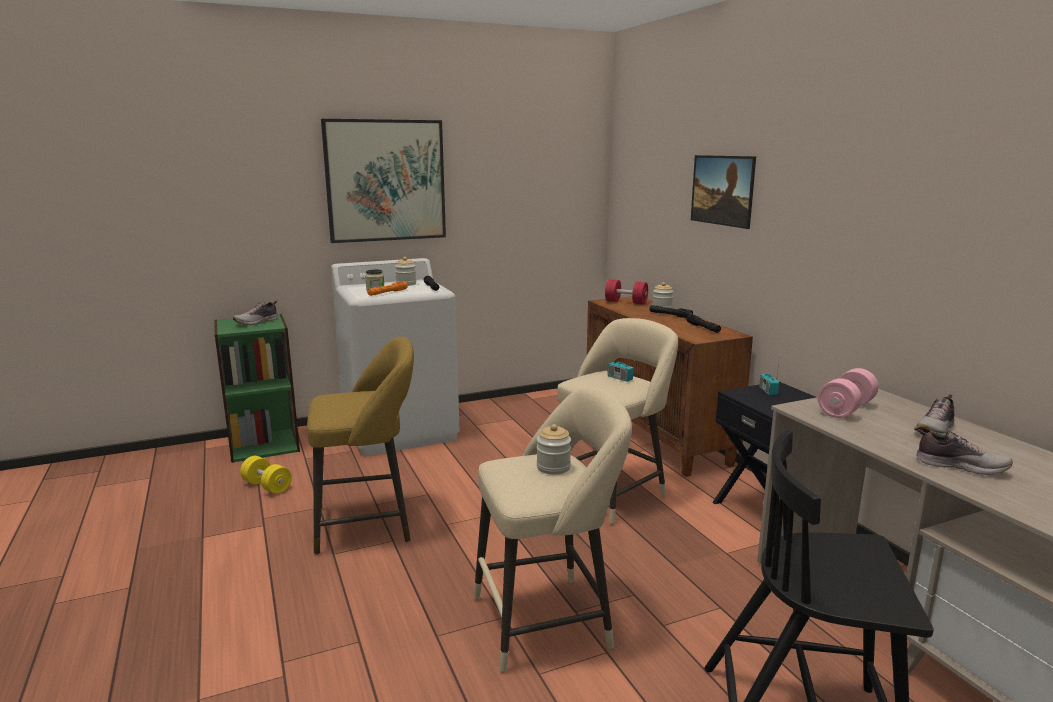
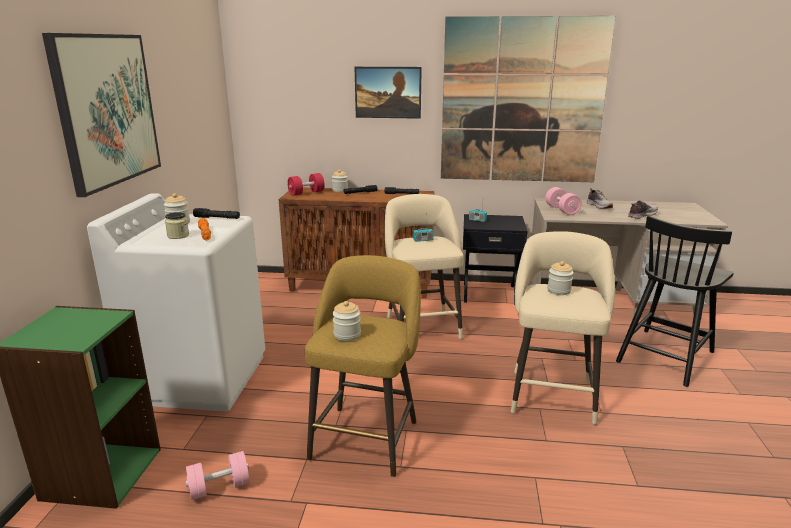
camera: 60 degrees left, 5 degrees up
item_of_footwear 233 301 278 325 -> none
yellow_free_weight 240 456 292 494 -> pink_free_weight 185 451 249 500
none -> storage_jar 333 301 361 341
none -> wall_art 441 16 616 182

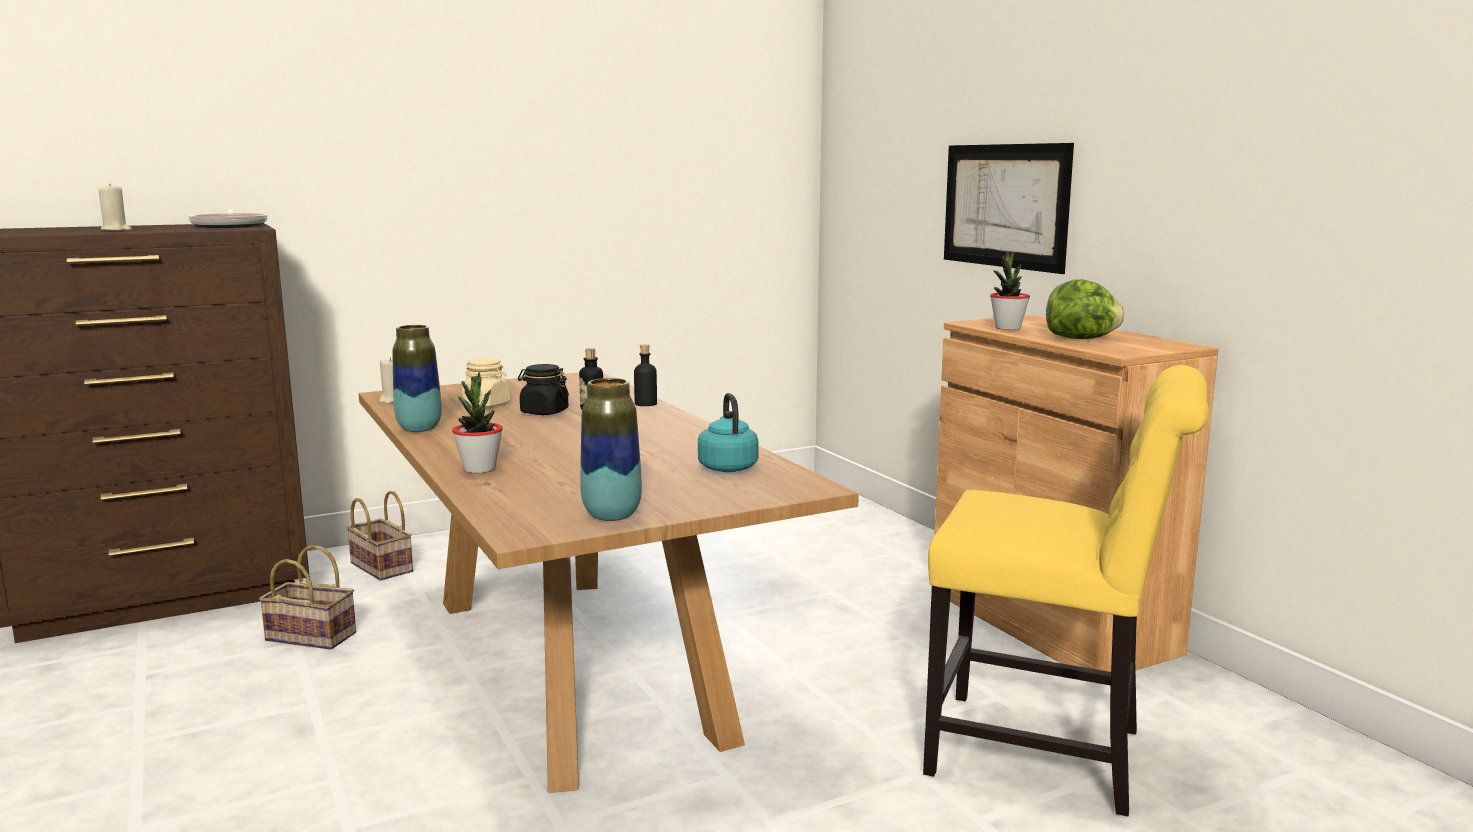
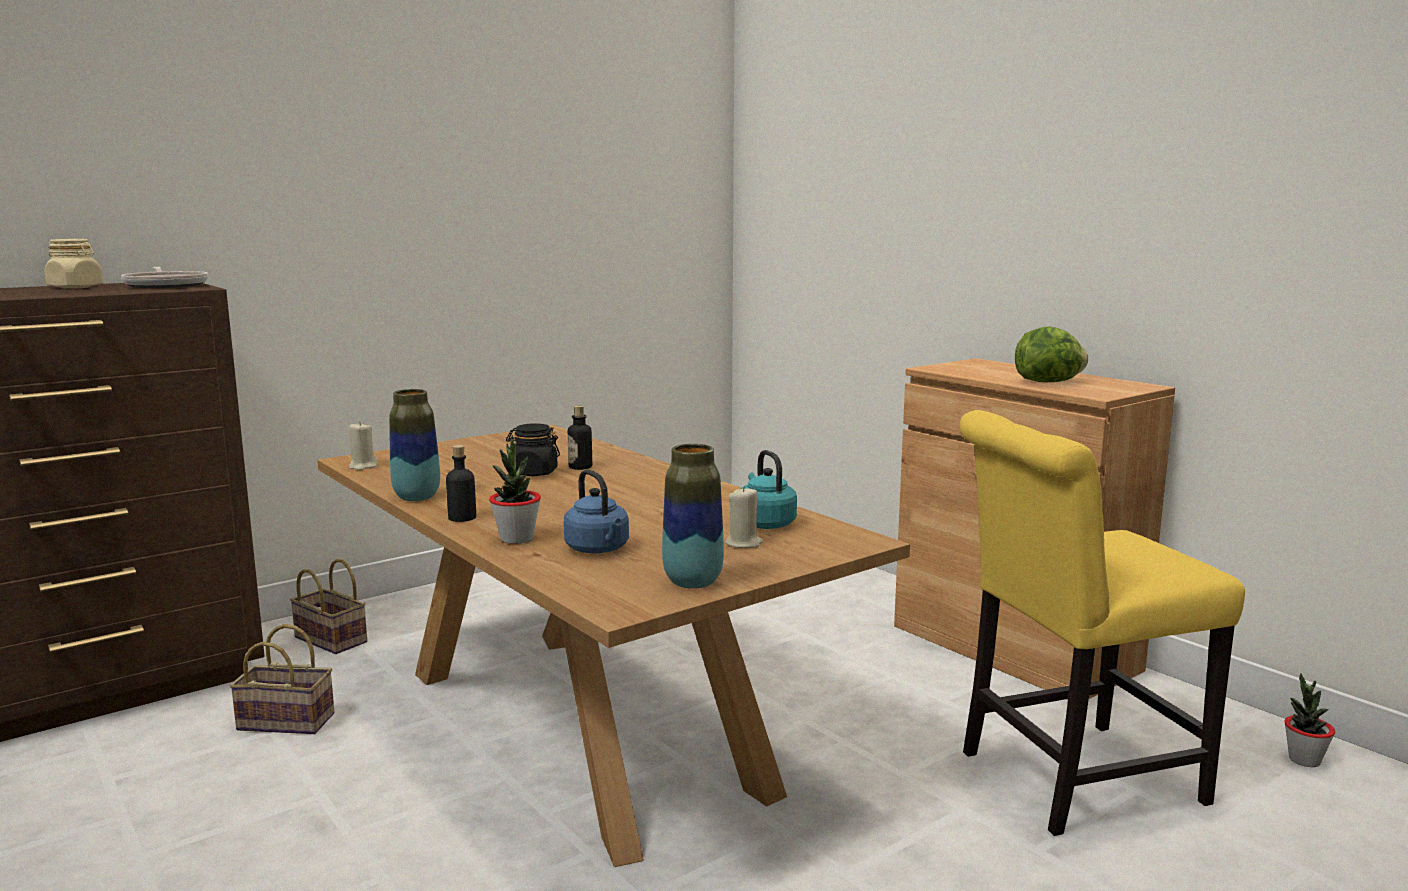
camera: 10 degrees left, 0 degrees up
sand-coloured_wax_candle 99 184 132 231 -> sand-coloured_wax_candle 725 486 763 548, shifted
sand-coloured_storage_jar 462 358 511 407 -> sand-coloured_storage_jar 44 239 103 289, shifted
blackish_beverage_bottle 634 344 657 406 -> blackish_beverage_bottle 446 445 476 522, shifted
yellow_chair 923 365 1209 817 -> yellow_chair 959 410 1245 836, 150 degrees clockwise
wall_art 944 143 1074 274 -> none
plant_in_a_pot 990 251 1030 330 -> plant_in_a_pot 1284 673 1335 767, shifted
none -> blue-coloured_kettle 564 469 629 553

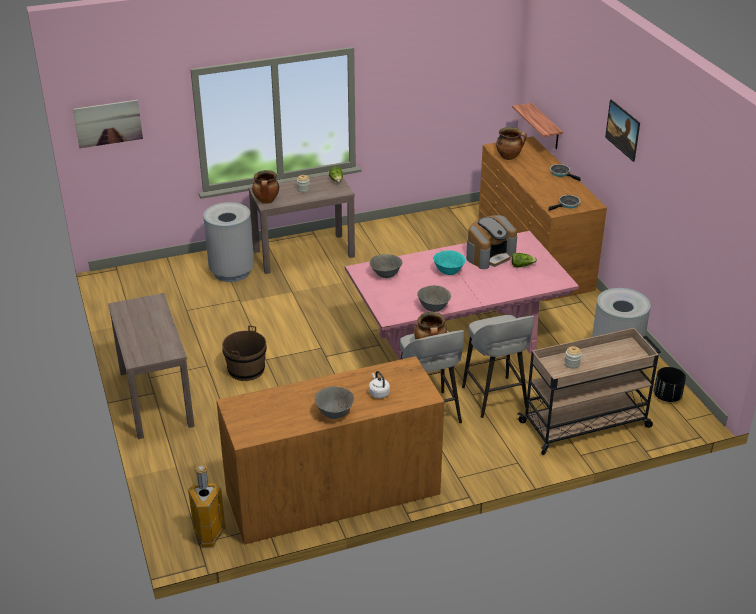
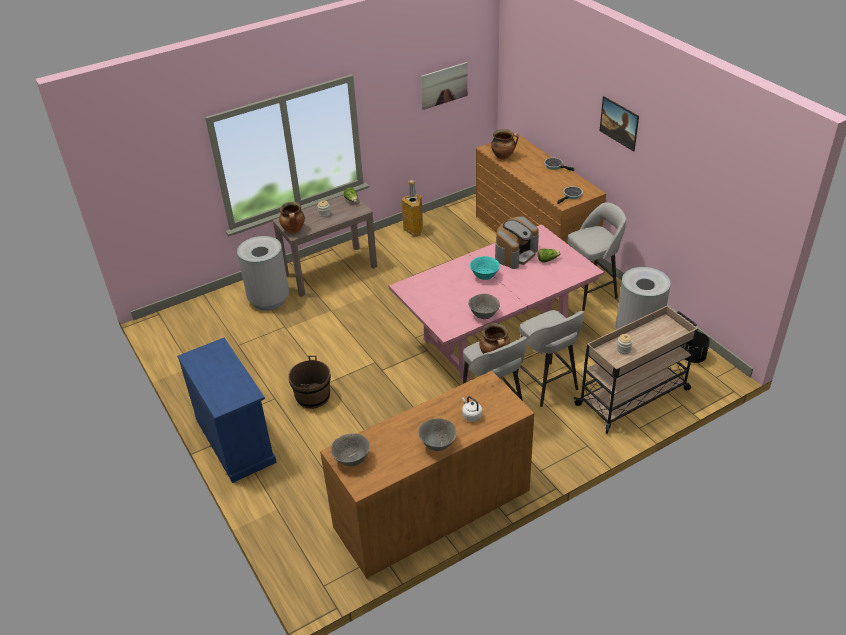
camera: 10 degrees left, 5 degrees up
wall_art 73 100 143 148 -> wall_art 421 62 468 110, shifted
brown_console_table 108 293 195 439 -> blue-coloured_cabinet 177 338 277 483
trash_can 188 465 225 547 -> trash_can 402 180 423 237, shifted
gray_bowl 370 254 402 278 -> gray_bowl 331 434 370 466, shifted
shelf 512 103 563 149 -> none
none -> gray_sitting_stool 567 202 626 311

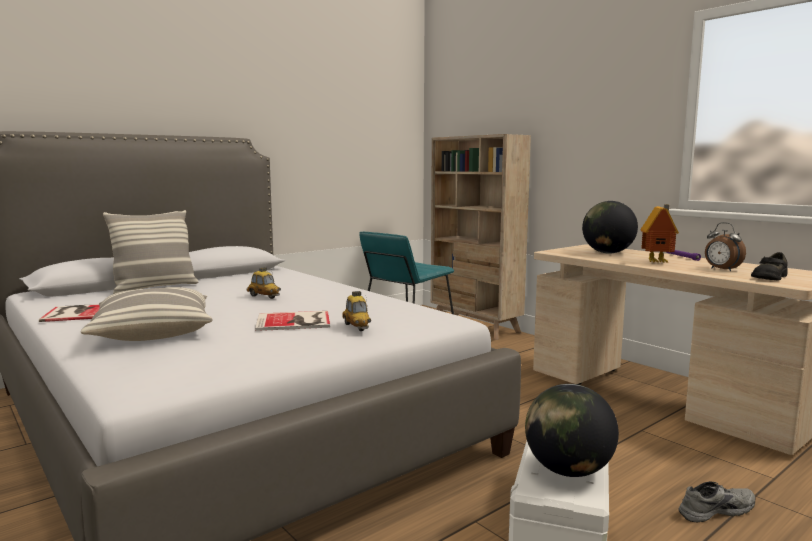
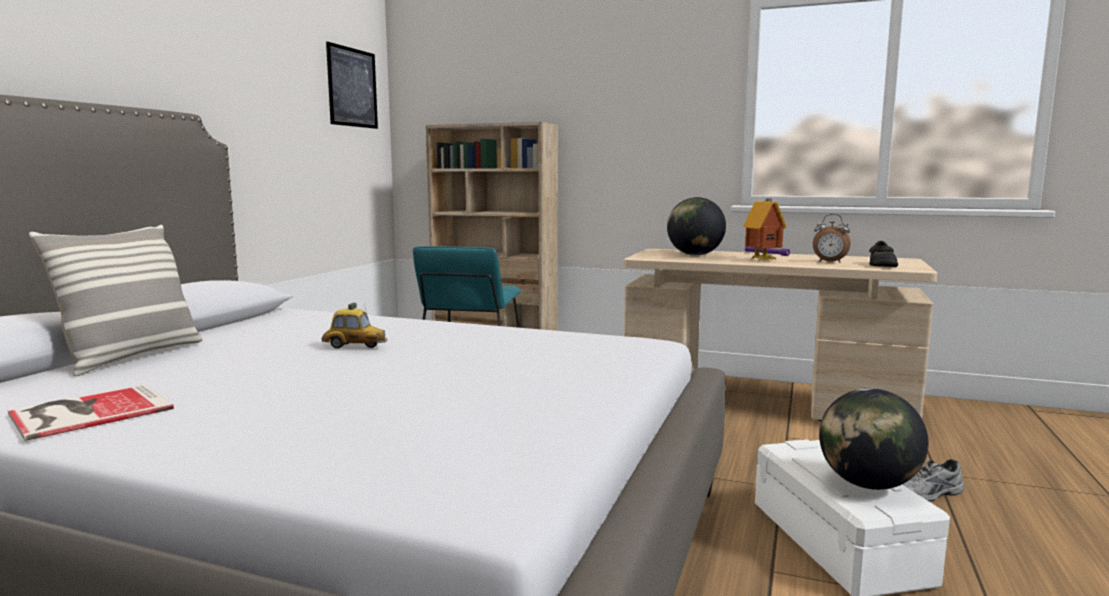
camera: 30 degrees left, 0 degrees up
pillow 81 287 213 341 -> none
book 255 311 330 331 -> none
toy_car 342 291 371 331 -> none
gray_item_of_footwear 679 481 755 522 -> gray_item_of_footwear 902 459 964 501, 150 degrees counterclockwise
none -> wall_art 326 42 378 129

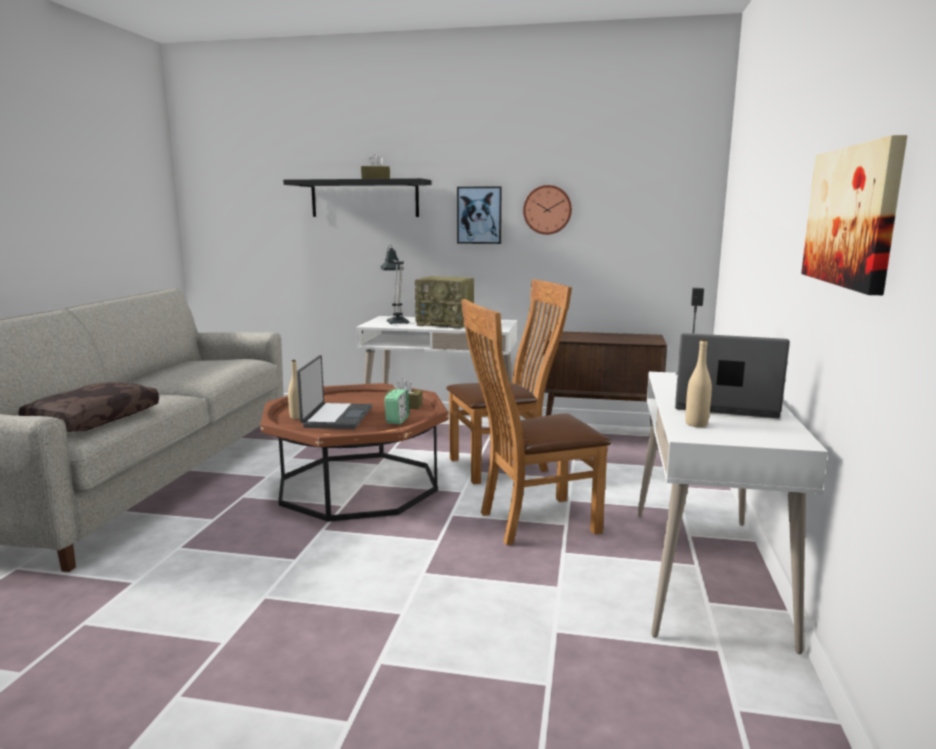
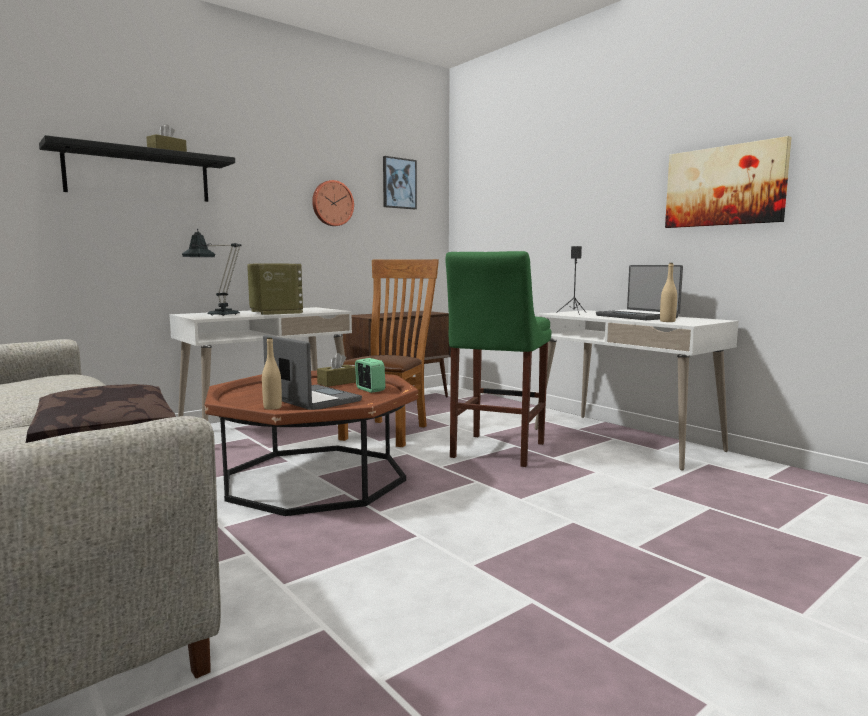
camera: 50 degrees left, 5 degrees down
radio_set 415 276 474 329 -> radio_set 247 263 303 315, 90 degrees counterclockwise
wall_art 457 186 502 244 -> wall_art 383 156 417 209, shifted
brown_chair 461 299 611 545 -> green-coloured_sitting_stool 445 251 552 467
notebook_computer 675 333 790 418 -> notebook_computer 596 265 683 320, 90 degrees counterclockwise

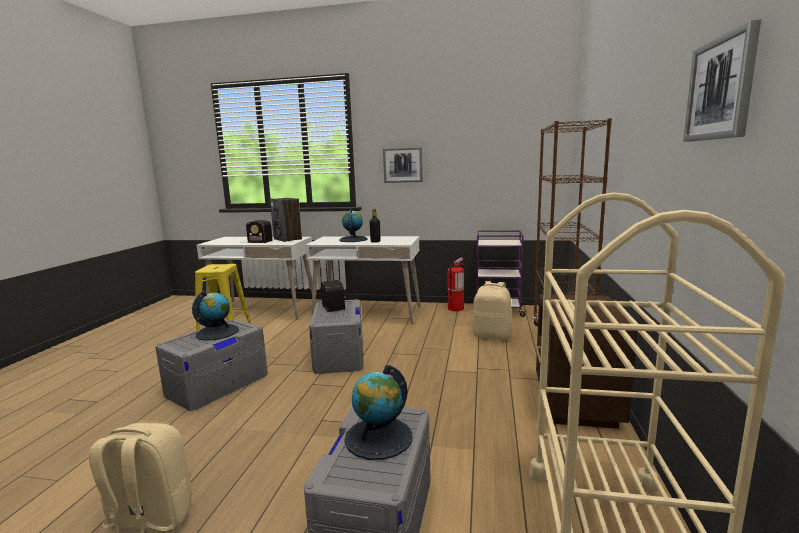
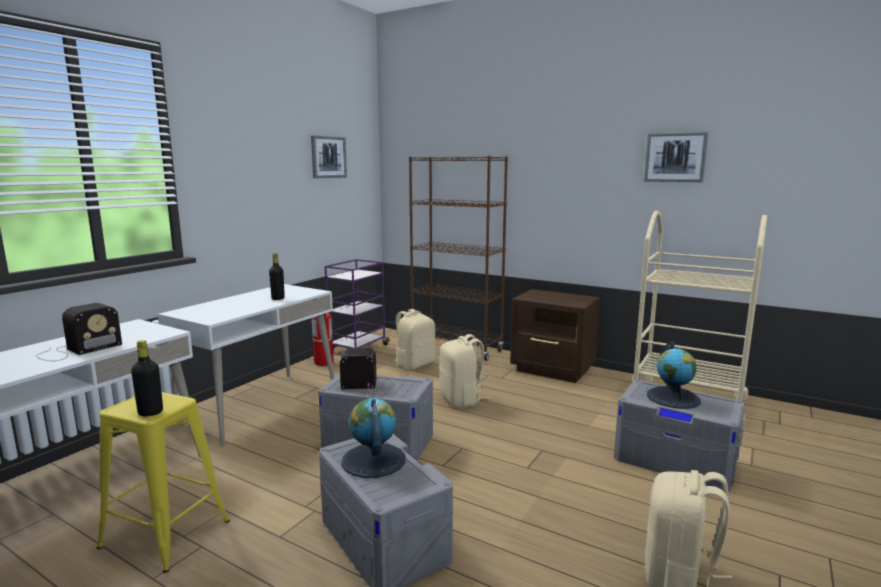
camera: 70 degrees left, 0 degrees up
speaker 270 198 302 242 -> none
world_globe 339 209 368 242 -> none
wall_art 383 147 423 183 -> wall_art 311 135 347 178, shifted
none -> blackish_beverage_bottle 131 340 163 416
none -> sand-coloured_knapsack 439 334 490 408

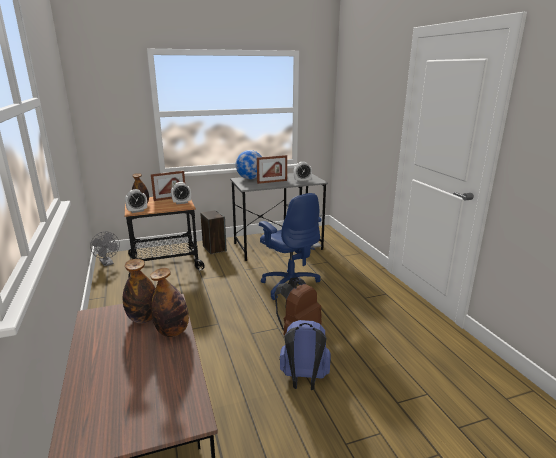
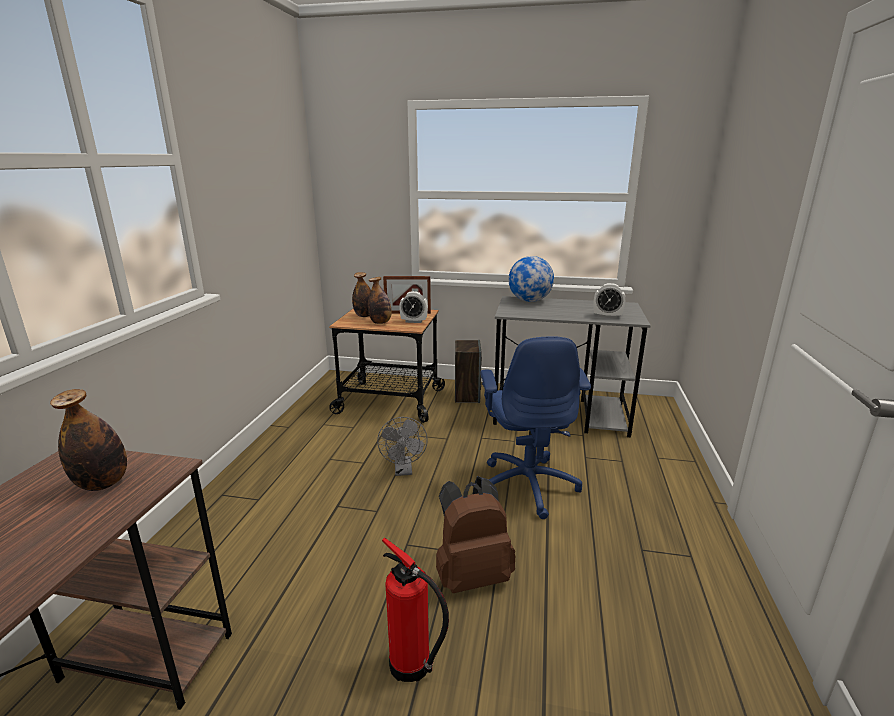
camera: 30 degrees right, 0 degrees up
gray_fan 90 232 120 266 -> gray_fan 377 417 428 476, shifted
bedside_clock 125 189 147 213 -> none
beverage_bottle 150 268 189 337 -> beverage_bottle 368 277 391 324, shifted
picture_frame 257 155 287 184 -> none
blue-coloured_knapsack 280 320 331 390 -> fire_extinguisher 382 538 449 682

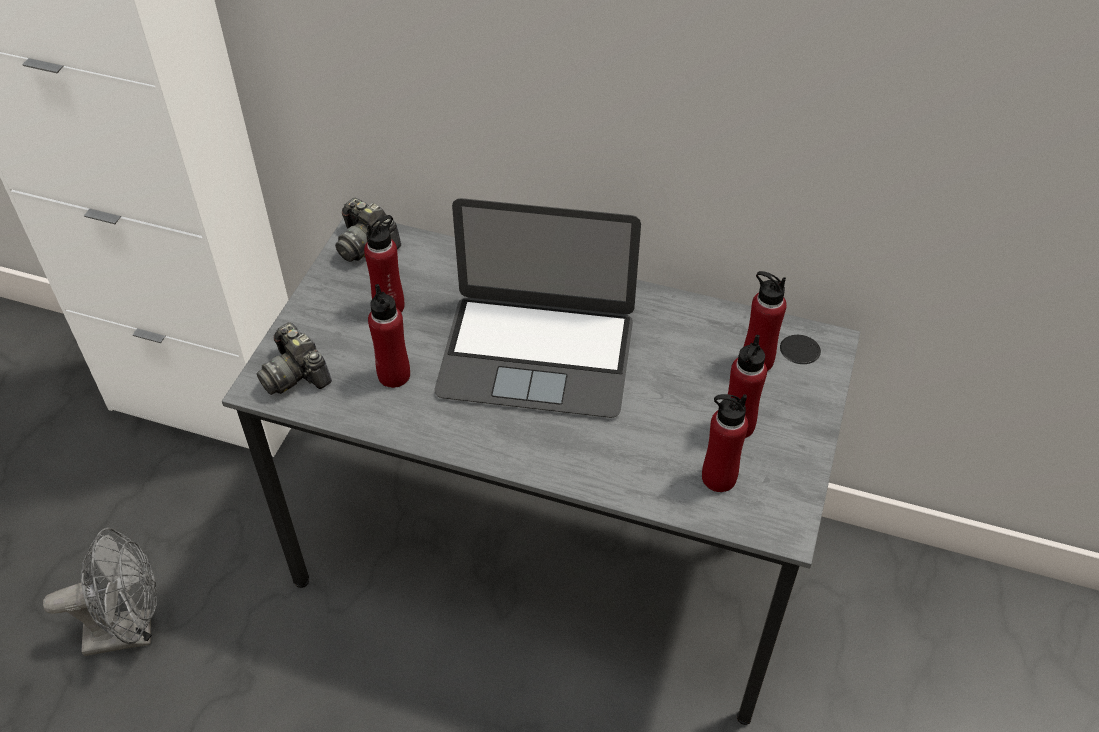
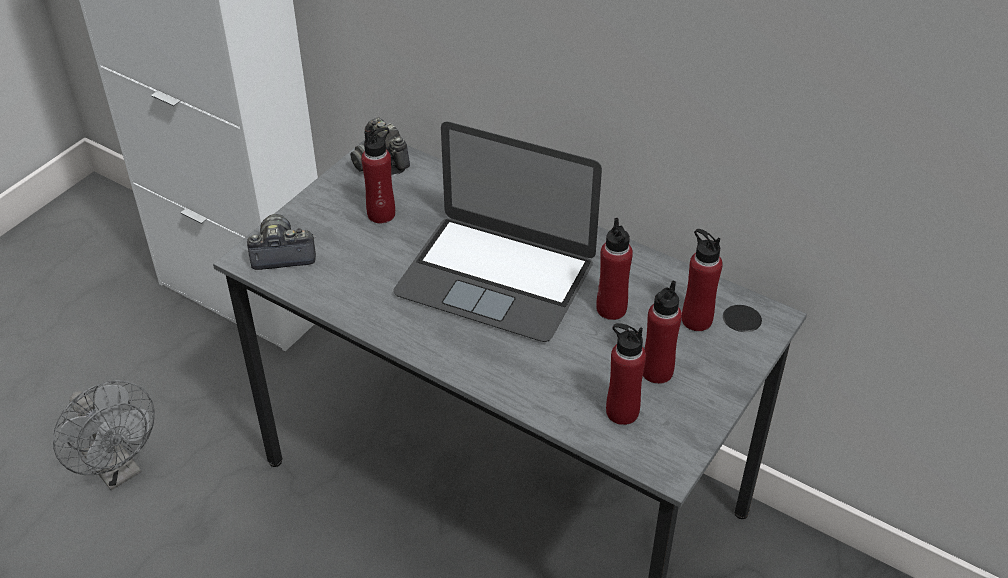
camera: 15 degrees right, 5 degrees down
gray_fan 43 528 157 656 -> gray_fan 53 380 155 490, 45 degrees clockwise
photo_camera 256 322 332 395 -> photo_camera 247 214 316 270, 105 degrees clockwise
reddish_beverage_bottle 368 284 410 388 -> reddish_beverage_bottle 596 218 633 320, shifted

